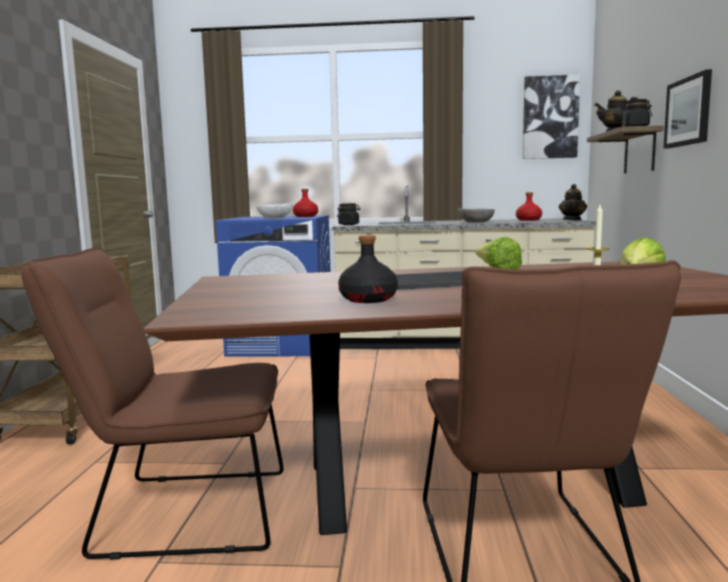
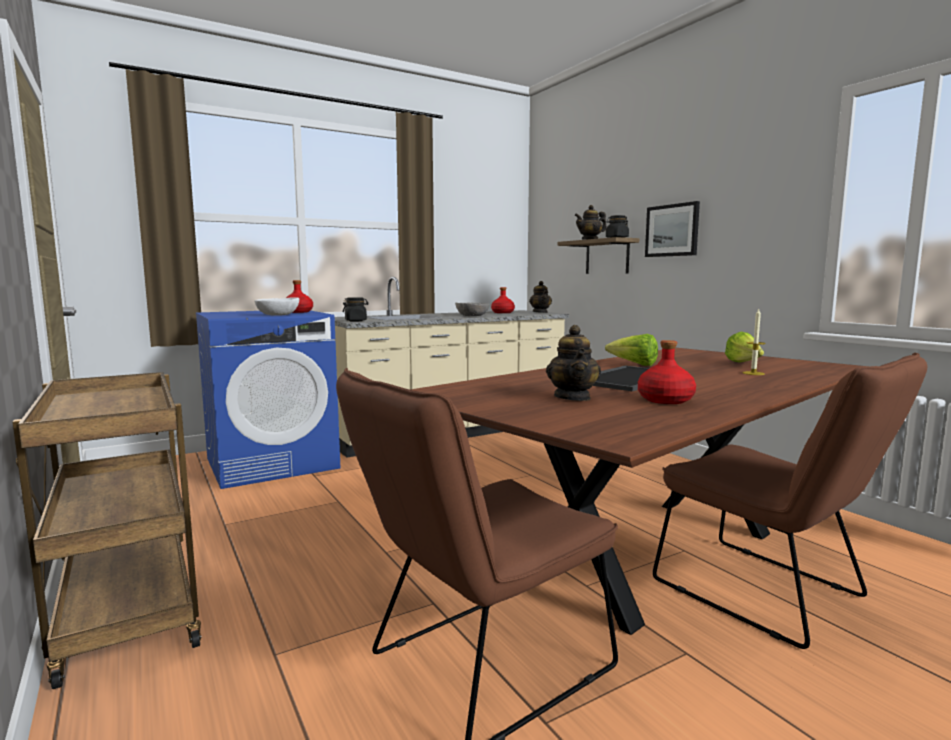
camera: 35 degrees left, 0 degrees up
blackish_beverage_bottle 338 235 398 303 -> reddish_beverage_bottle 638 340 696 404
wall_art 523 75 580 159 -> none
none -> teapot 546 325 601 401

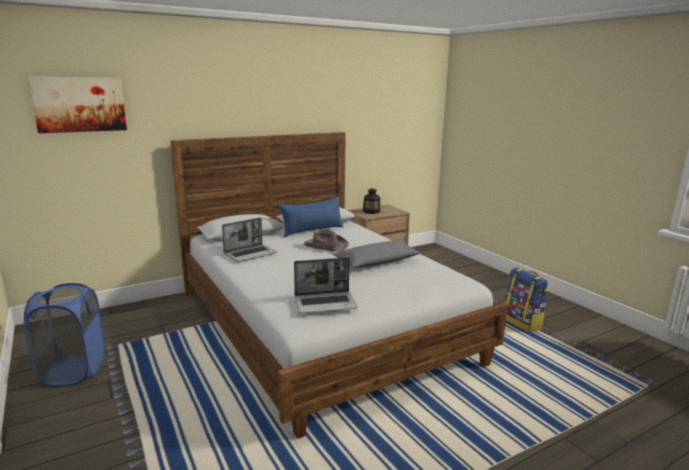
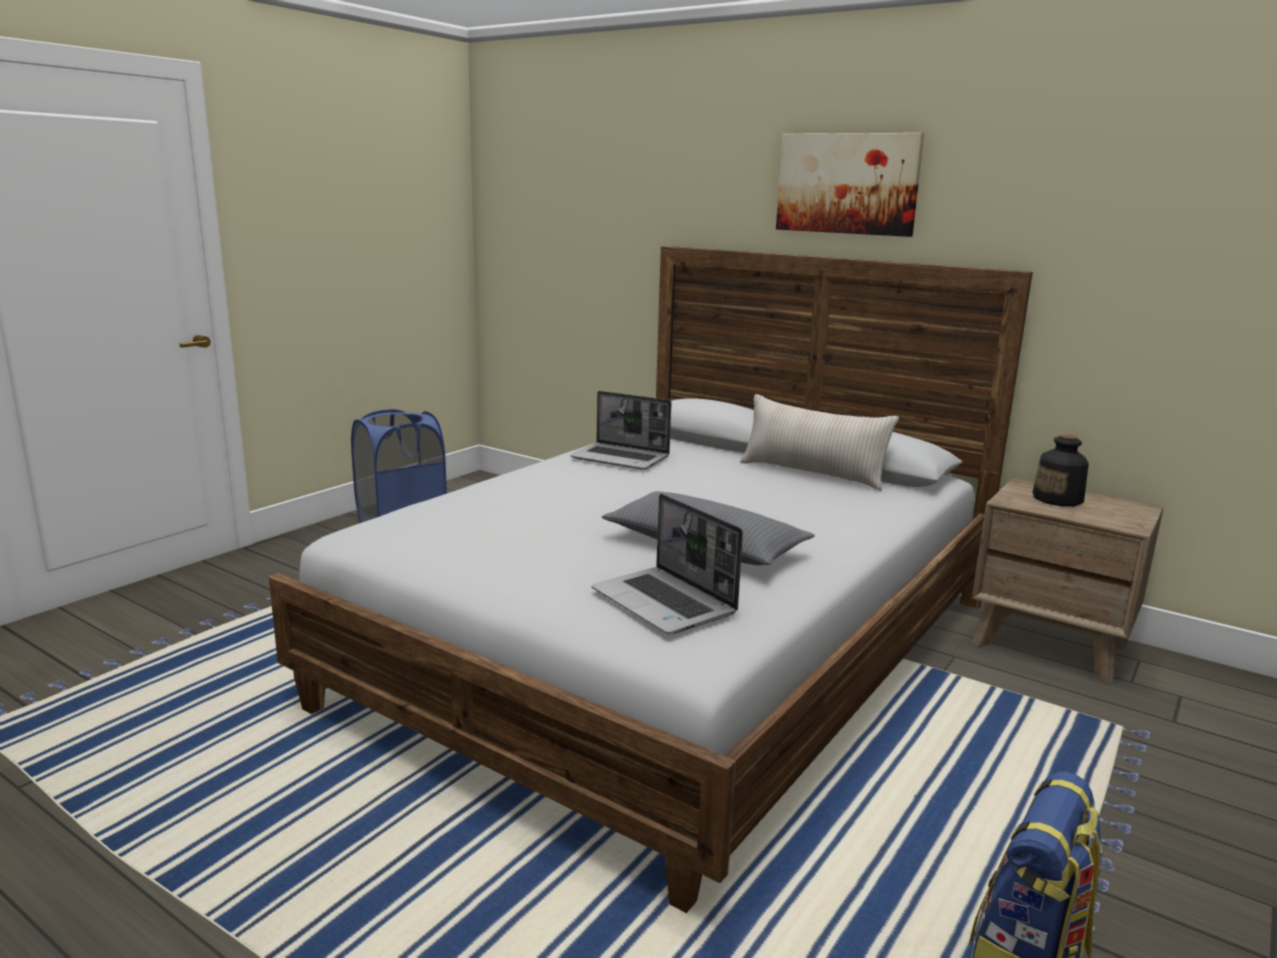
camera: 65 degrees right, 0 degrees up
wall_art 28 77 127 133 -> wall_art 776 133 924 237, shifted
blue-coloured_pillow 279 196 344 237 -> sand-coloured_pillow 740 394 899 491
notebook_computer 294 258 358 313 -> notebook_computer 592 494 743 634, shifted
brown_clothing_hat 303 230 349 252 -> none

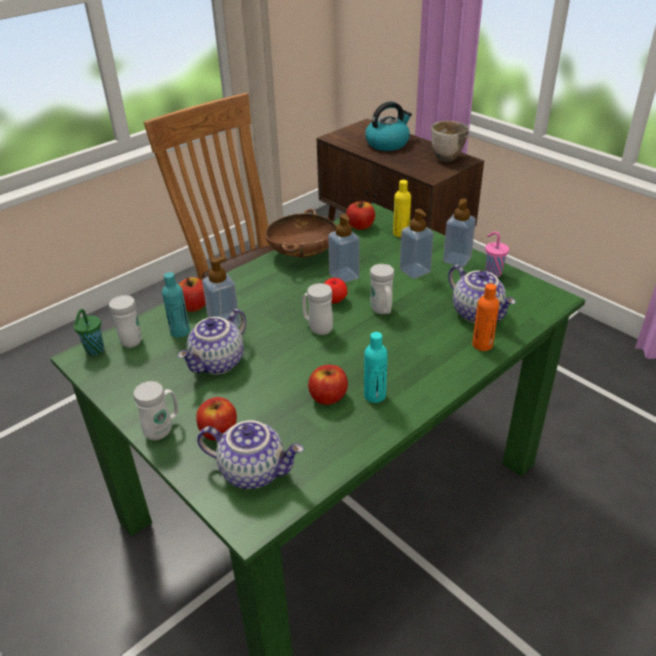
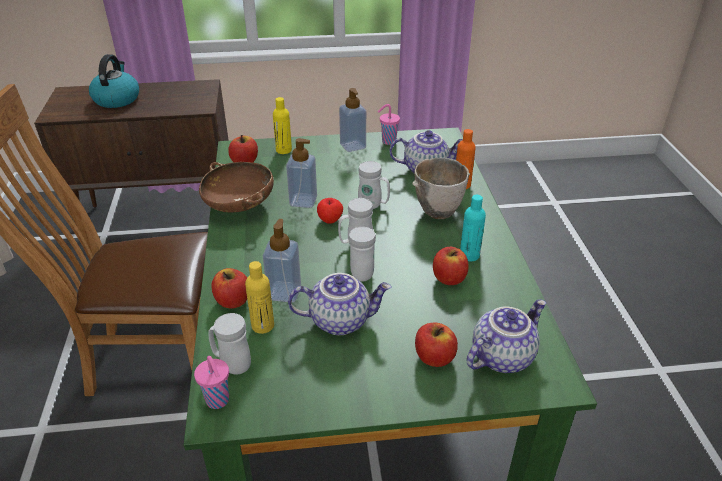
camera: 55 degrees left, 0 degrees up
green-coloured_small_cup 74 309 104 356 -> pink_small_cup 194 356 229 409
white-coloured_tea_mug 134 381 178 440 -> white-coloured_tea_mug 349 227 376 281, shifted
blue-green_beverage_bottle 162 272 190 338 -> yellow_beverage_bottle 245 261 274 334
teapot 178 309 246 374 -> teapot 288 273 392 335, 75 degrees counterclockwise
soap_bottle 400 209 434 279 -> none
bowl 431 121 469 162 -> bowl 412 158 470 219, shifted

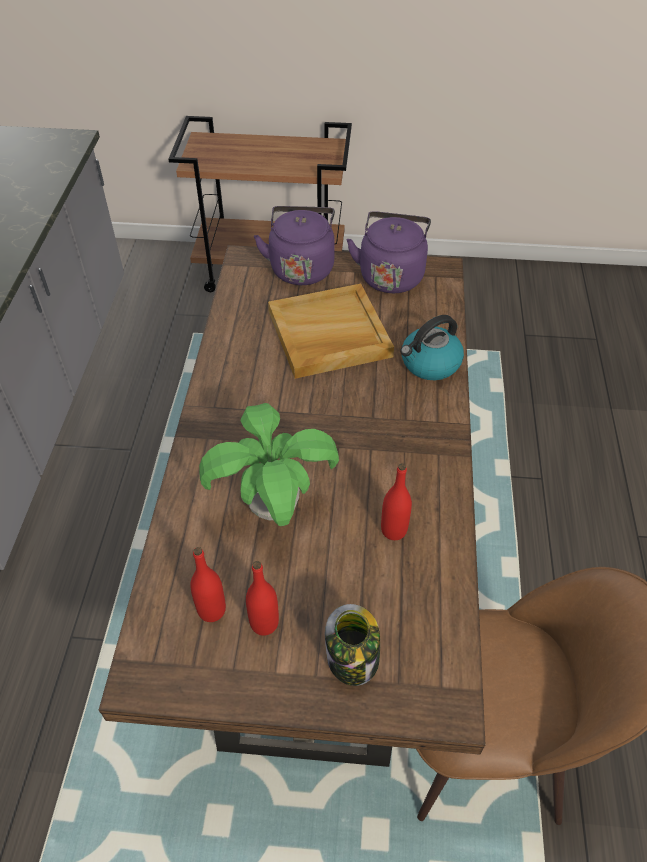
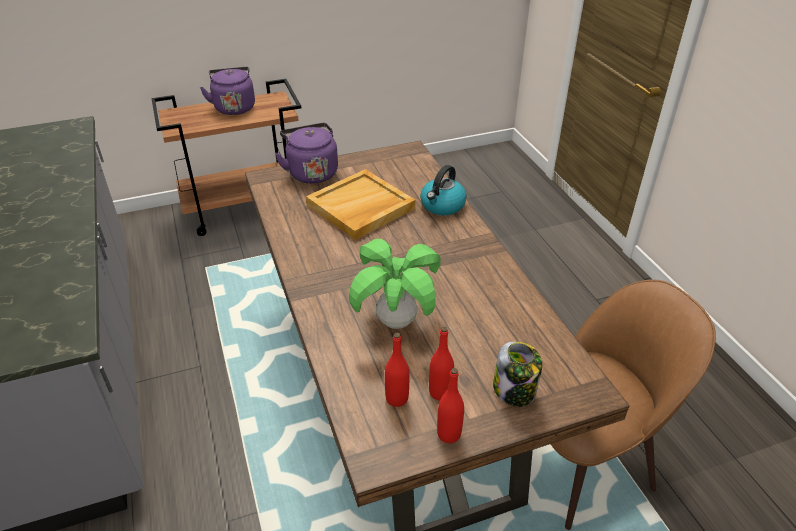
camera: 25 degrees left, 10 degrees down
purple_kettle 347 211 431 293 -> purple_kettle 200 67 255 115, shifted
reddish_beverage_bottle 381 463 412 540 -> reddish_beverage_bottle 437 368 464 443, shifted

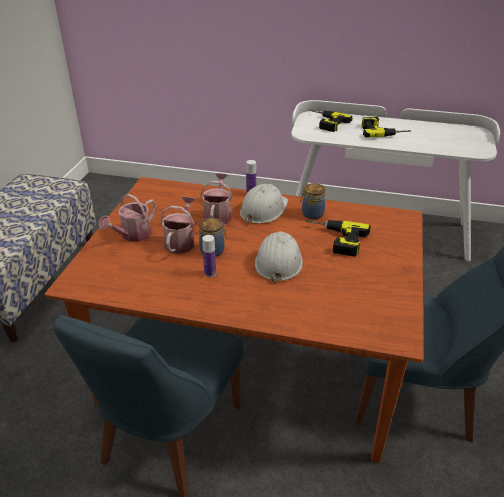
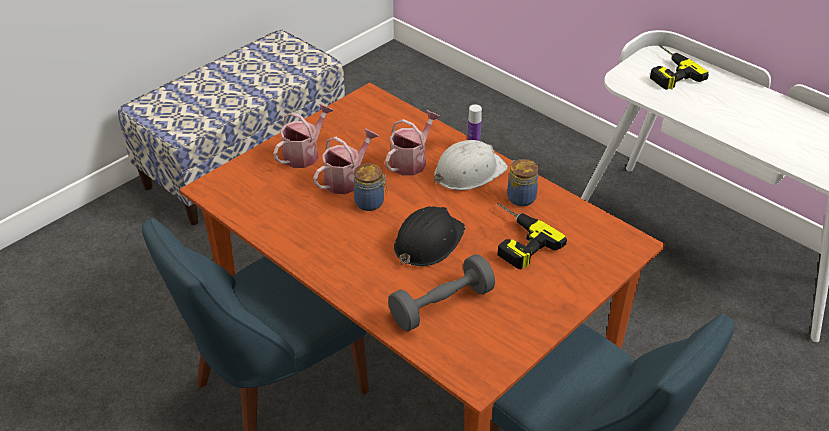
camera: 30 degrees right, 5 degrees up
watering_pot 98 194 157 242 -> watering_pot 273 104 334 168, 150 degrees clockwise
beverage_bottle 202 235 216 277 -> none
white-coloured_safety_helmet 255 231 303 283 -> blackish_safety_helmet 394 207 465 266
electric_drill 361 117 411 138 -> none
none -> gray_free_weight 388 254 495 331

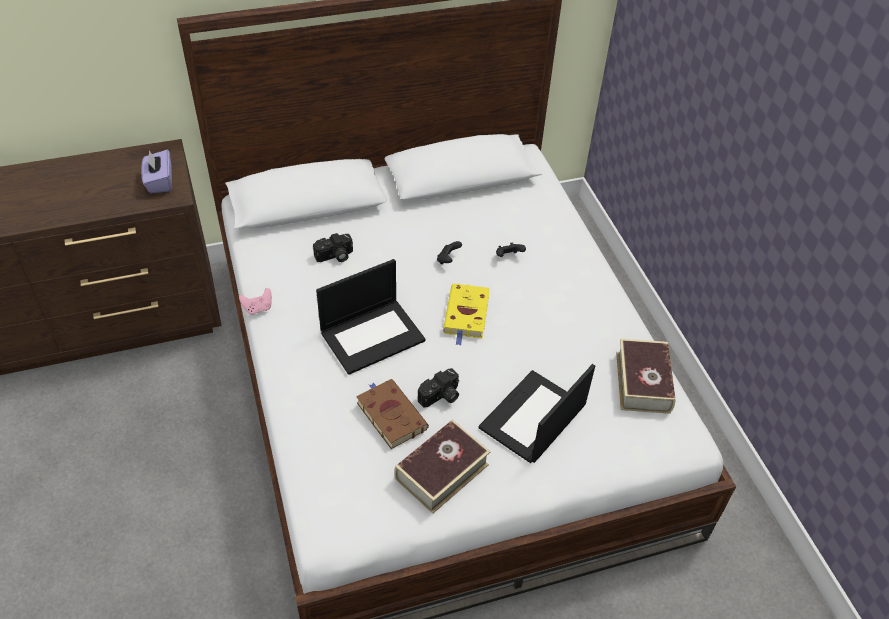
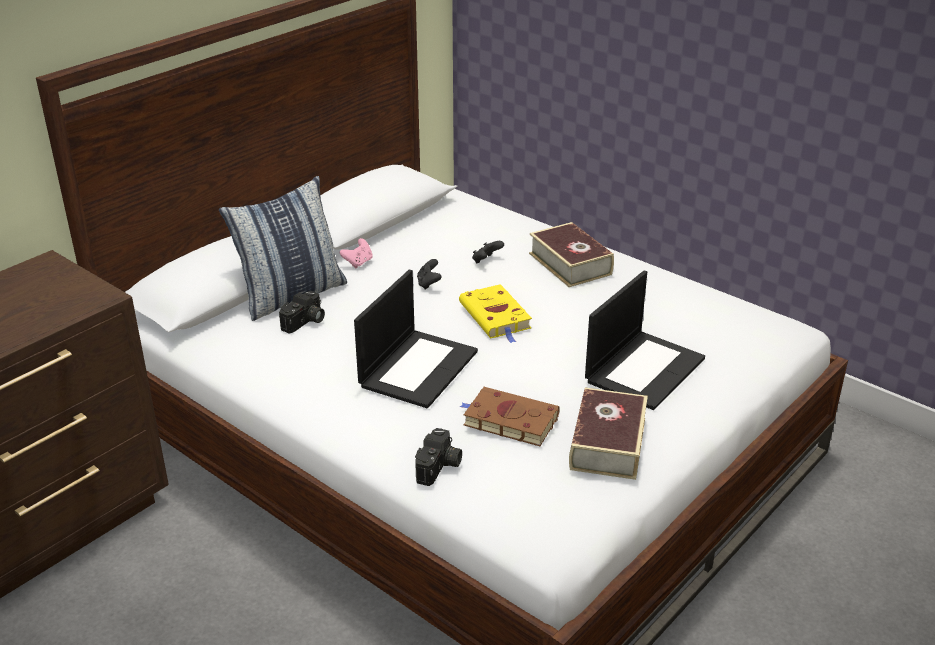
camera: 30 degrees left, 15 degrees down
purple_box_of_tissues 141 150 172 193 -> none
pink_gamepad 239 288 272 314 -> pink_gamepad 340 238 373 268, shifted
photo_camera 417 368 459 408 -> photo_camera 415 428 462 486, shifted
notebook_computer 479 364 595 463 -> notebook_computer 585 270 705 410, 150 degrees counterclockwise
book 616 338 676 414 -> book 529 222 614 287, shifted
none -> pillow 219 176 347 321

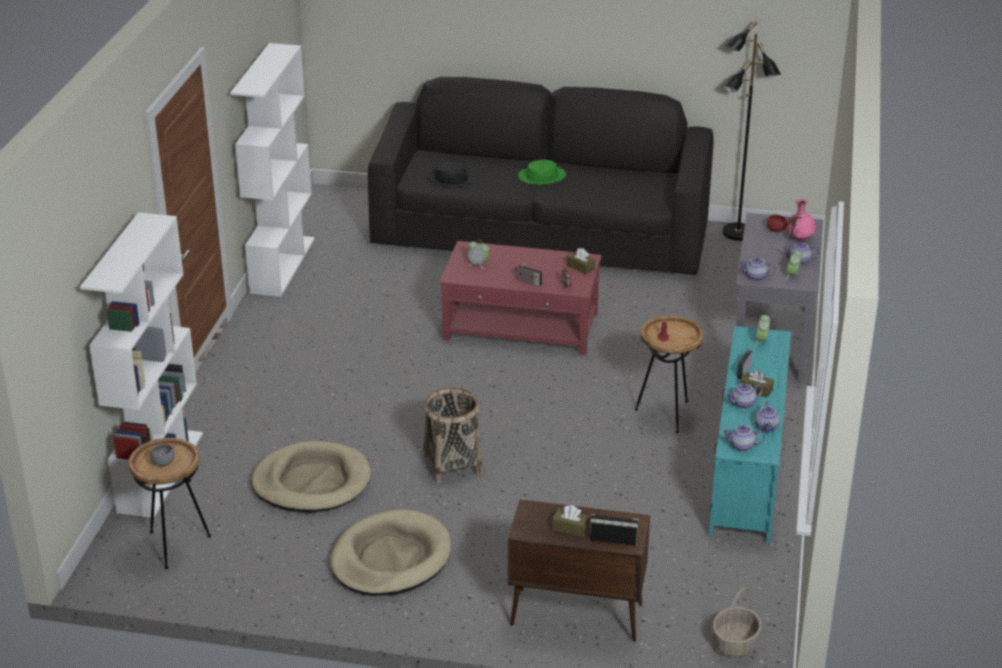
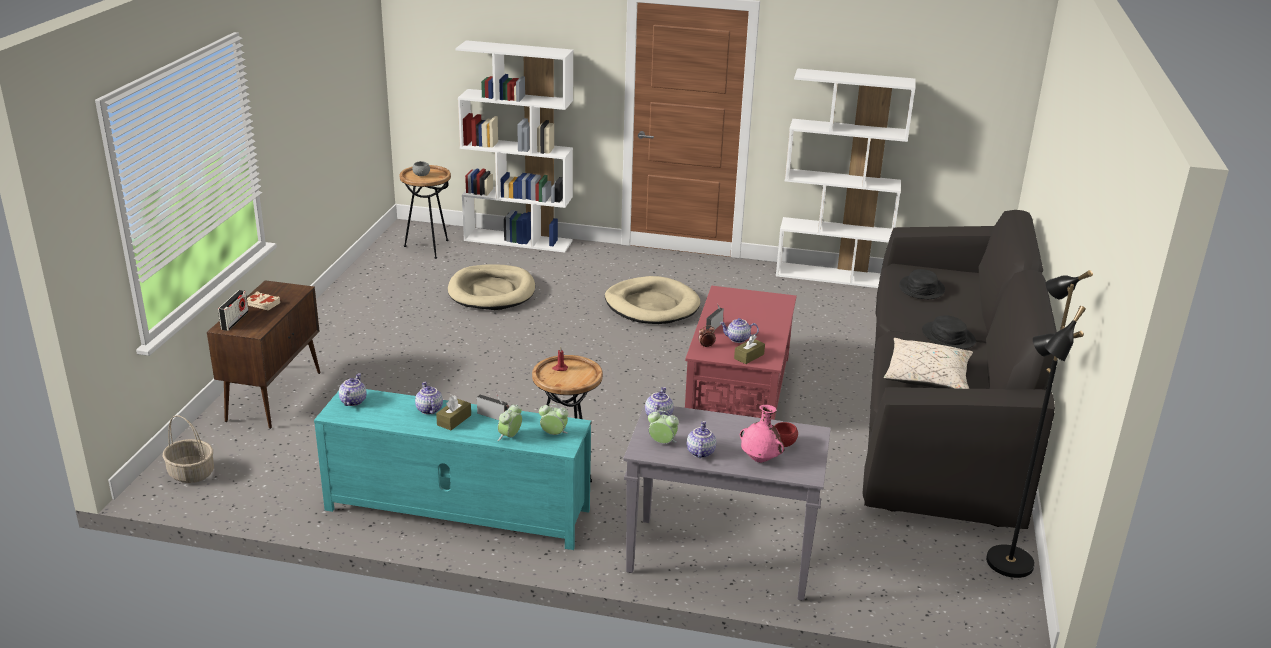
camera: 90 degrees right, 5 degrees down
sand-coloured_dog_bed 330 509 452 596 -> sand-coloured_dog_bed 605 276 700 324, shifted
household_basket 423 387 482 483 -> none
bedside_clock 468 239 489 269 -> bedside_clock 497 404 522 441, shifted
green-coloured_clothing_hat 518 160 566 185 -> blackish_clothing_hat 922 315 976 349
brown_box_of_tissues 552 505 589 537 -> sand-coloured_book 247 292 280 311
teapot 755 401 780 432 -> teapot 720 318 759 343, shifted
none -> sand-coloured_pillow 884 338 973 389

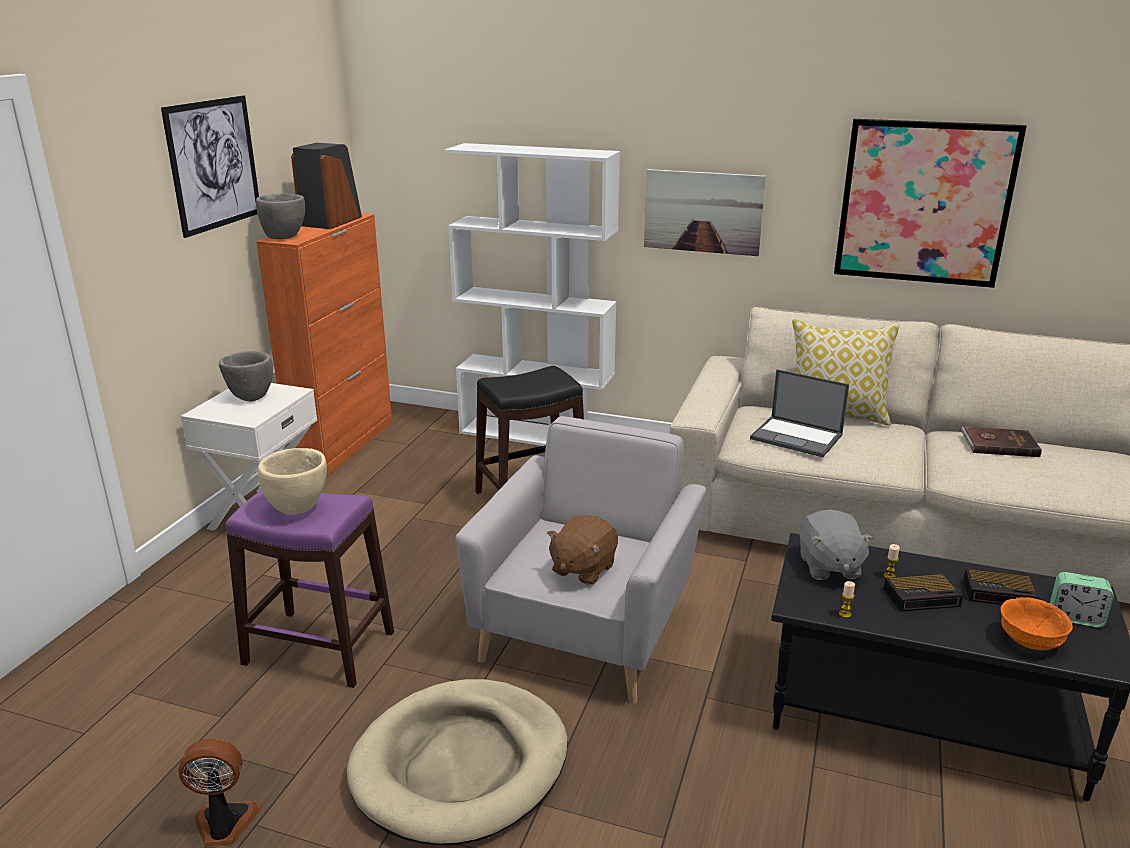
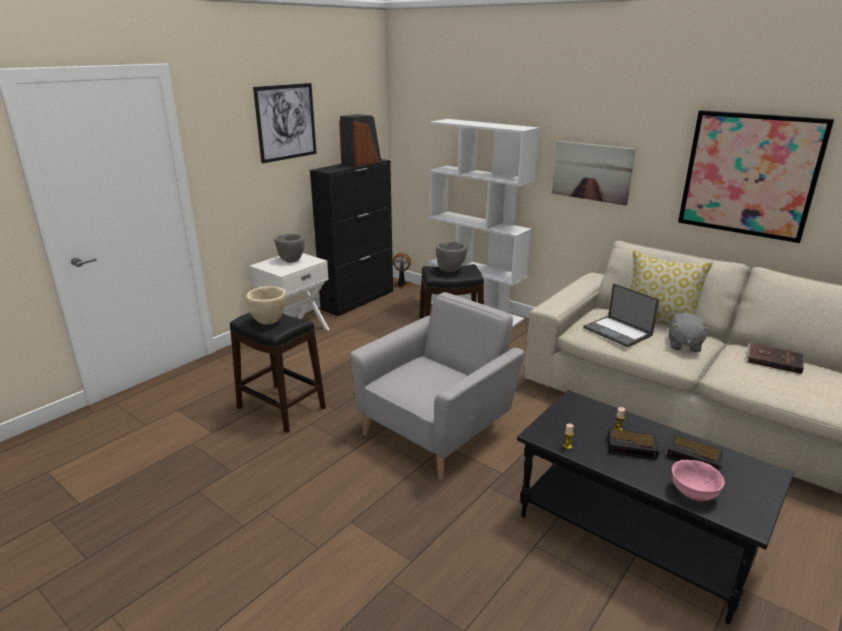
camera: 20 degrees right, 0 degrees up
fan 179 739 259 846 -> fan 393 253 413 288, shifted
purple_sitting_stool 226 489 394 688 -> blackish_sitting_stool 230 312 326 433
gray_bowl 256 193 305 239 -> gray_bowl 436 241 467 272, shifted
orangey_cabinet 256 213 392 477 -> blackish_cabinet 310 159 393 316
sand-coloured_dog_bed 346 679 568 846 -> none
brown_cuddly_toy 547 515 618 585 -> none
gray_cuddly_toy 799 510 874 580 -> gray_cuddly_toy 669 313 710 352, shifted
orangey_bowl 1001 597 1073 651 -> pink_bowl 672 460 725 501
bedside_clock 1050 572 1114 628 -> none

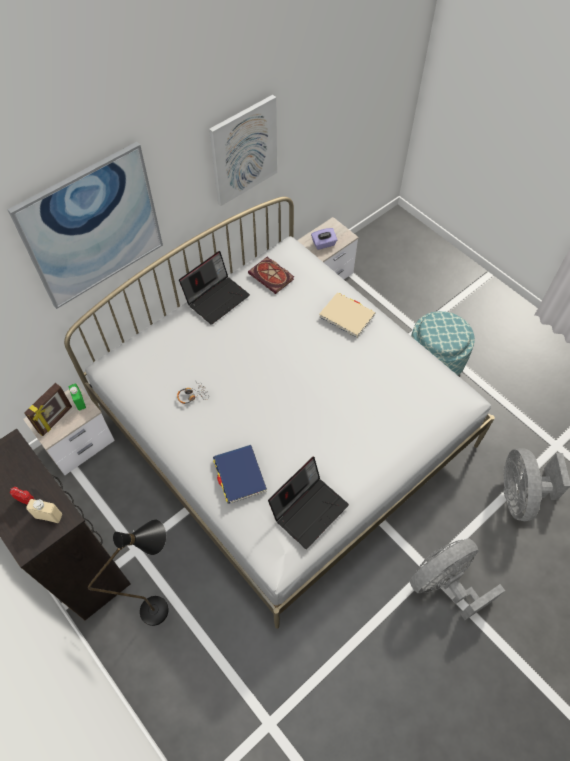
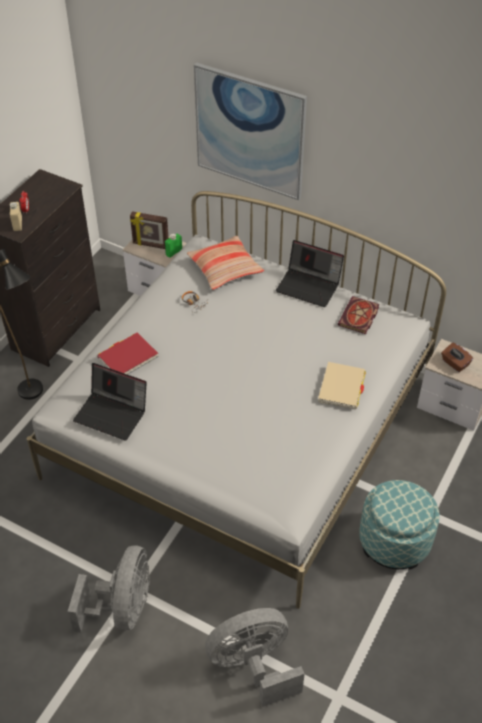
camera: 70 degrees right, 10 degrees down
wall_art 209 95 277 206 -> none
blue-coloured_book 213 445 267 504 -> reddish_book 97 333 158 375
purple_box_of_tissues 311 228 337 250 -> brown_box_of_tissues 441 342 473 372
gray_fan 409 538 505 620 -> gray_fan 68 545 150 632, 60 degrees clockwise
none -> pillow 187 236 264 290

